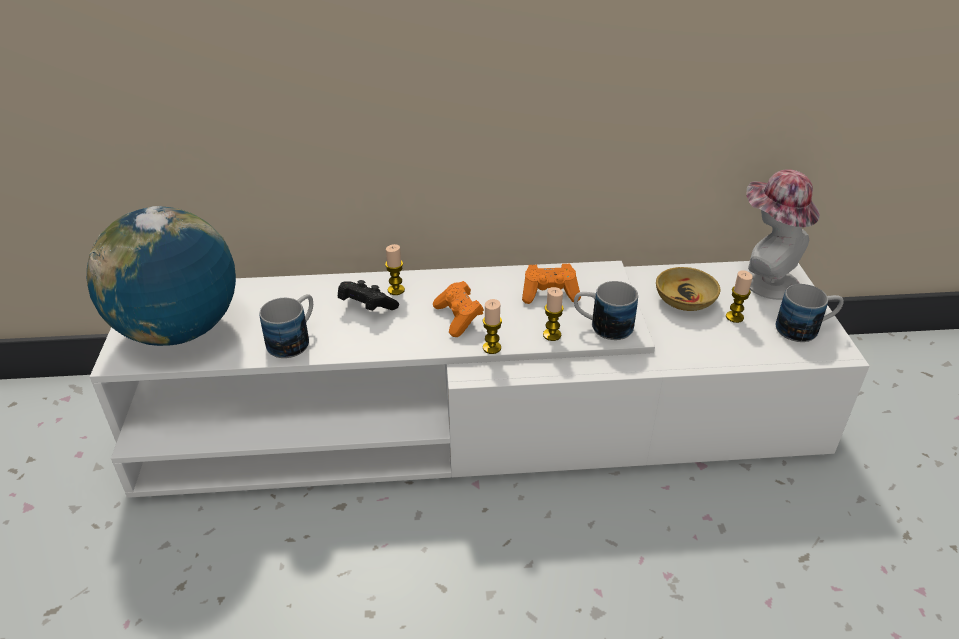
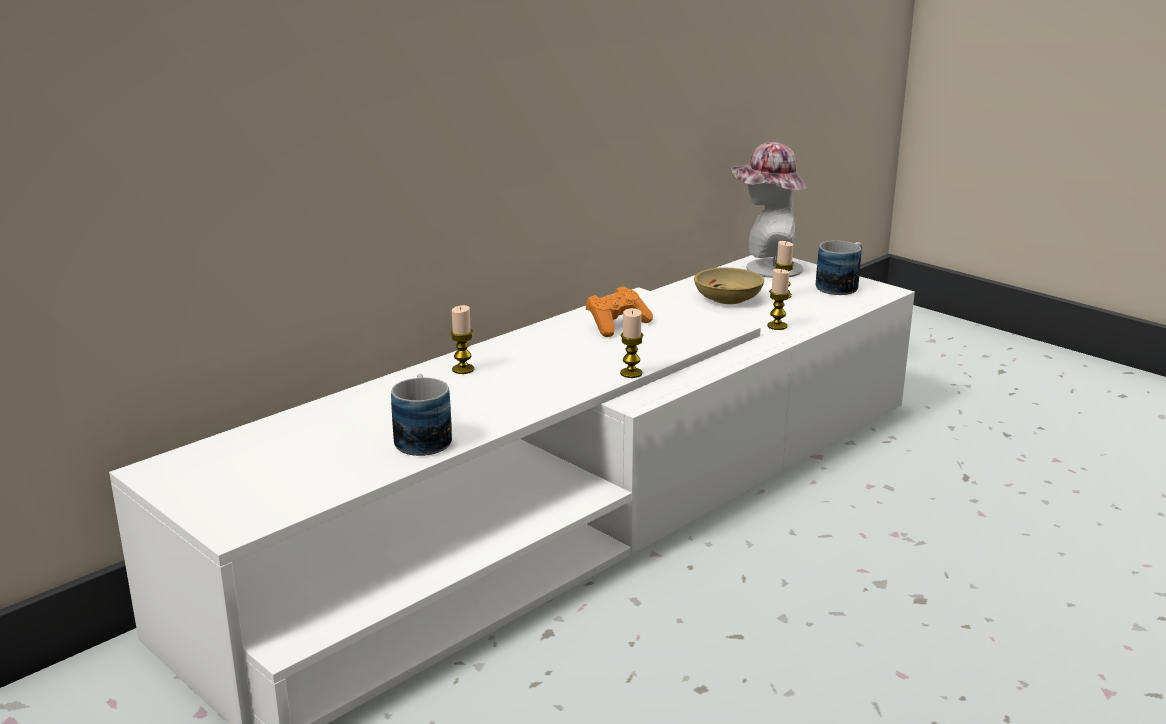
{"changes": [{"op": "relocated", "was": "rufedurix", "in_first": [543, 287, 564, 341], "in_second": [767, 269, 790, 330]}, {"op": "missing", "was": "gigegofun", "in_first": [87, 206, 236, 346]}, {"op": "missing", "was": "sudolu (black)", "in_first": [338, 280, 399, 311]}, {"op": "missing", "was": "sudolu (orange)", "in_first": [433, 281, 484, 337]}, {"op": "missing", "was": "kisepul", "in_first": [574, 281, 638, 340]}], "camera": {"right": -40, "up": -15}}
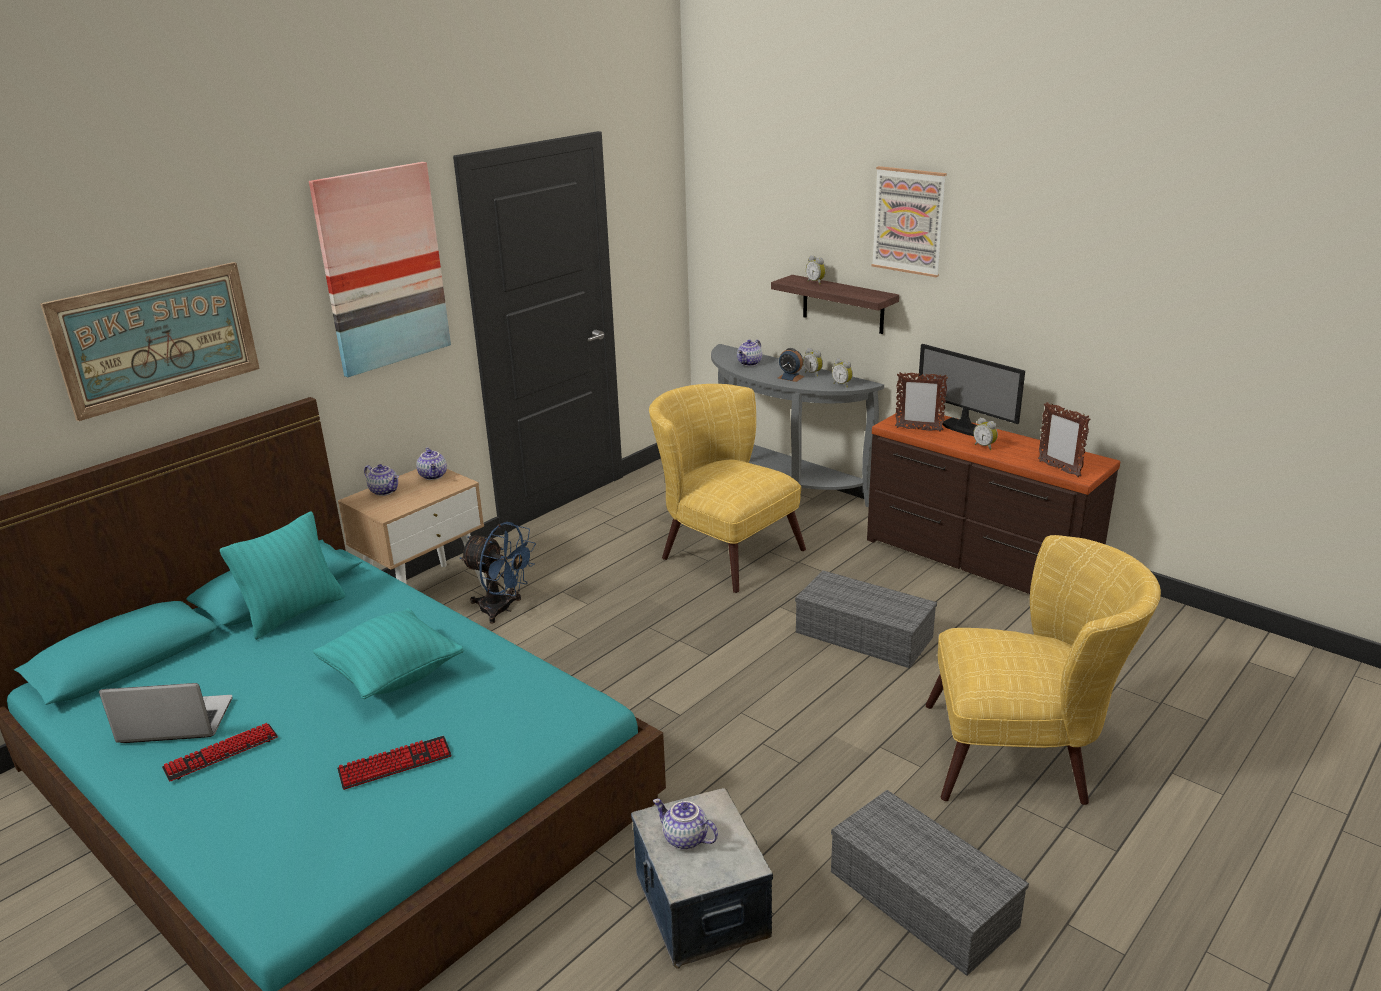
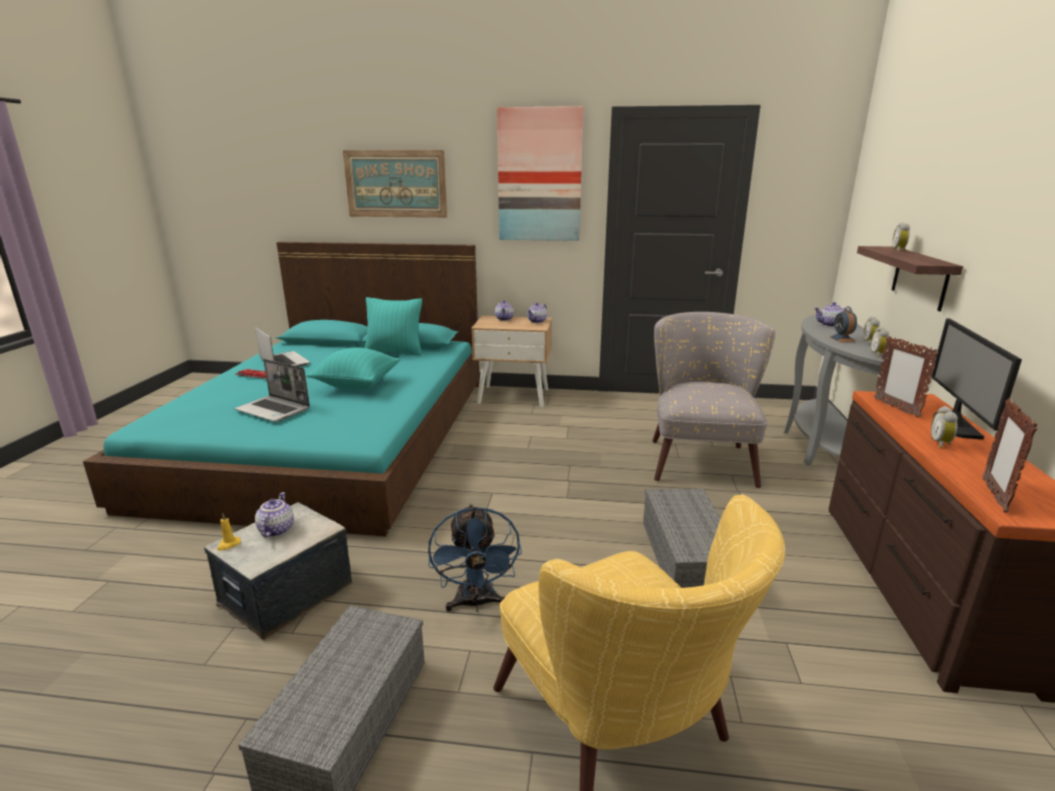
{"changes": [{"op": "appeared", "now": "rufedurix (yellow)", "in_second": [217, 514, 241, 550]}, {"op": "exchanged", "was": "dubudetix", "now": "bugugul", "in_first": [337, 736, 451, 790], "in_second": [234, 359, 310, 421]}, {"op": "relocated", "was": "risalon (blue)", "in_first": [460, 522, 536, 624], "in_second": [428, 504, 522, 612]}, {"op": "colour", "was": "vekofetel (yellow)", "now": "vekofetel (grey)", "in_first": [649, 384, 806, 593], "in_second": [652, 312, 775, 488]}, {"op": "missing", "was": "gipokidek", "in_first": [871, 166, 947, 277]}], "camera": {"right": 55, "up": -5}}
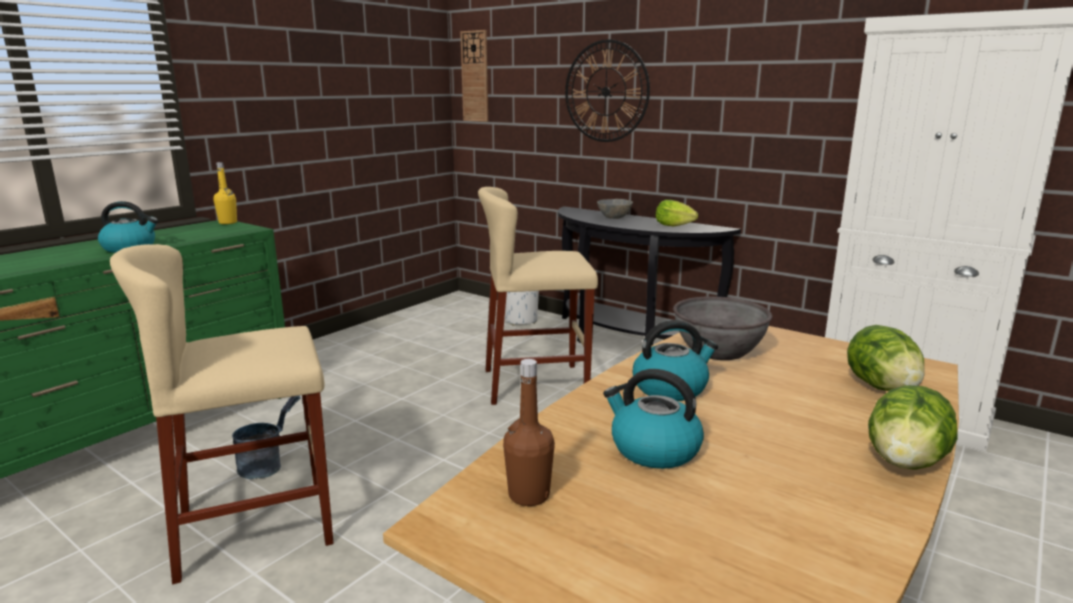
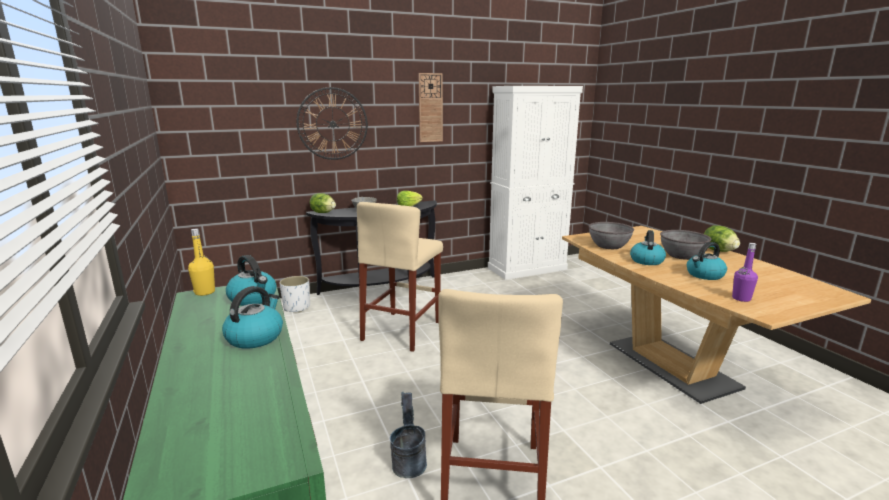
{"changes": [{"op": "appeared", "now": "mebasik", "in_second": [226, 255, 277, 306]}, {"op": "relocated", "was": "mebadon", "in_first": [847, 325, 925, 391], "in_second": [309, 193, 336, 213]}, {"op": "relocated", "was": "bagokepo", "in_first": [460, 30, 488, 122], "in_second": [419, 73, 443, 142]}, {"op": "appeared", "now": "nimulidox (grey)", "in_second": [660, 230, 711, 260]}, {"op": "colour", "was": "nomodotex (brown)", "now": "nomodotex (purple)", "in_first": [503, 359, 555, 506], "in_second": [732, 243, 758, 302]}], "camera": {"right": -60, "up": 0}}
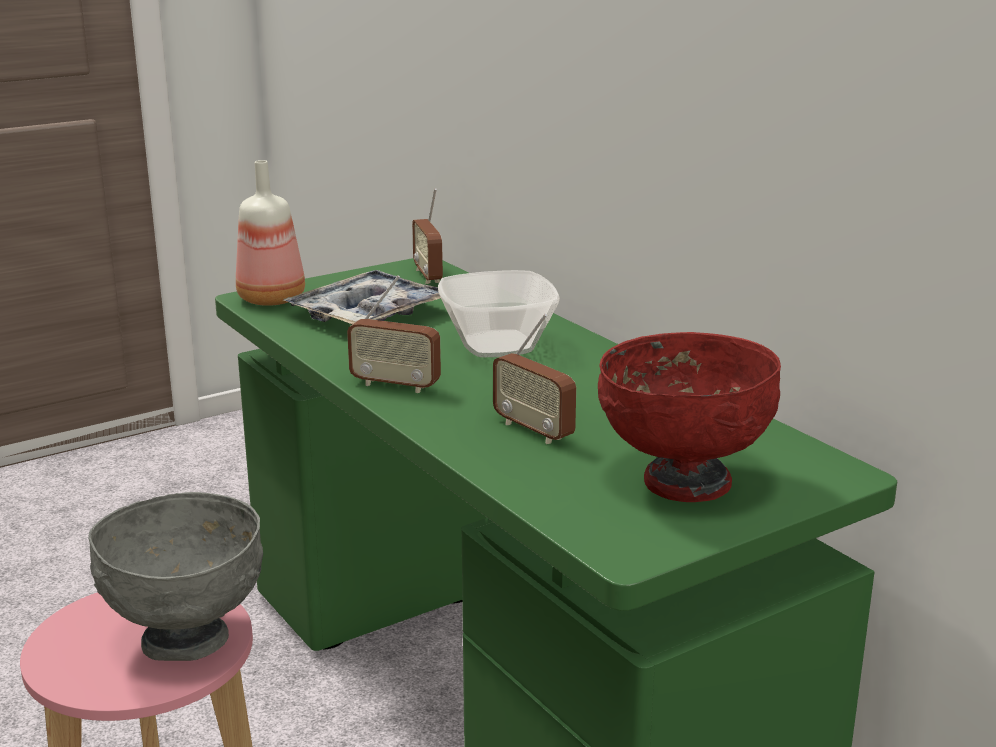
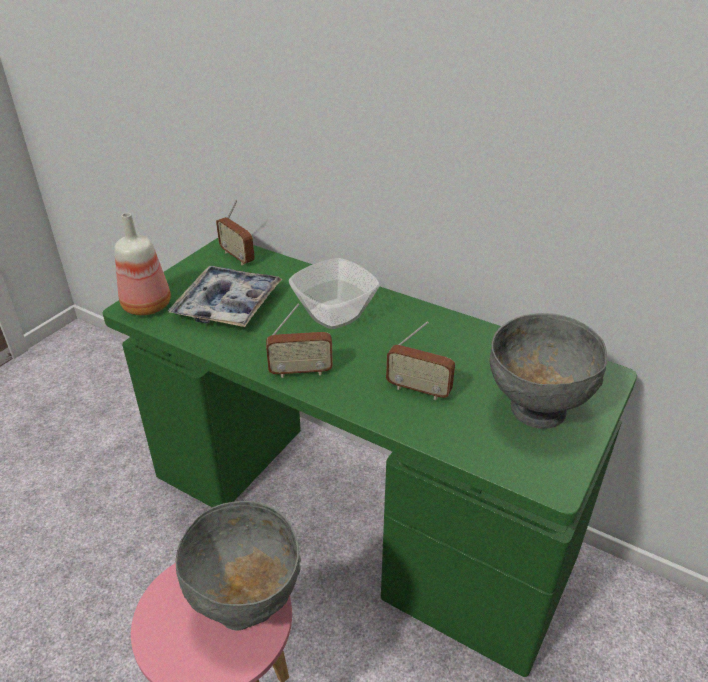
{"changes": [{"op": "colour", "was": "nimulidox (red)", "now": "nimulidox (grey)", "in_first": [598, 332, 781, 502], "in_second": [490, 313, 607, 429]}], "camera": {"right": -25, "up": 15}}
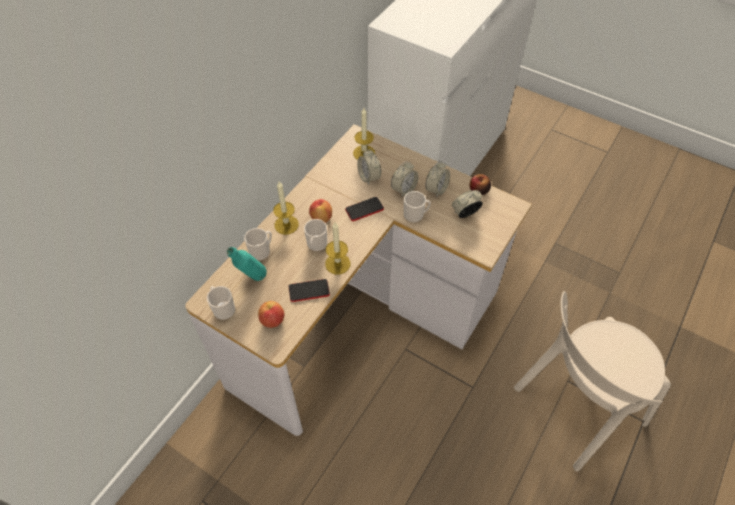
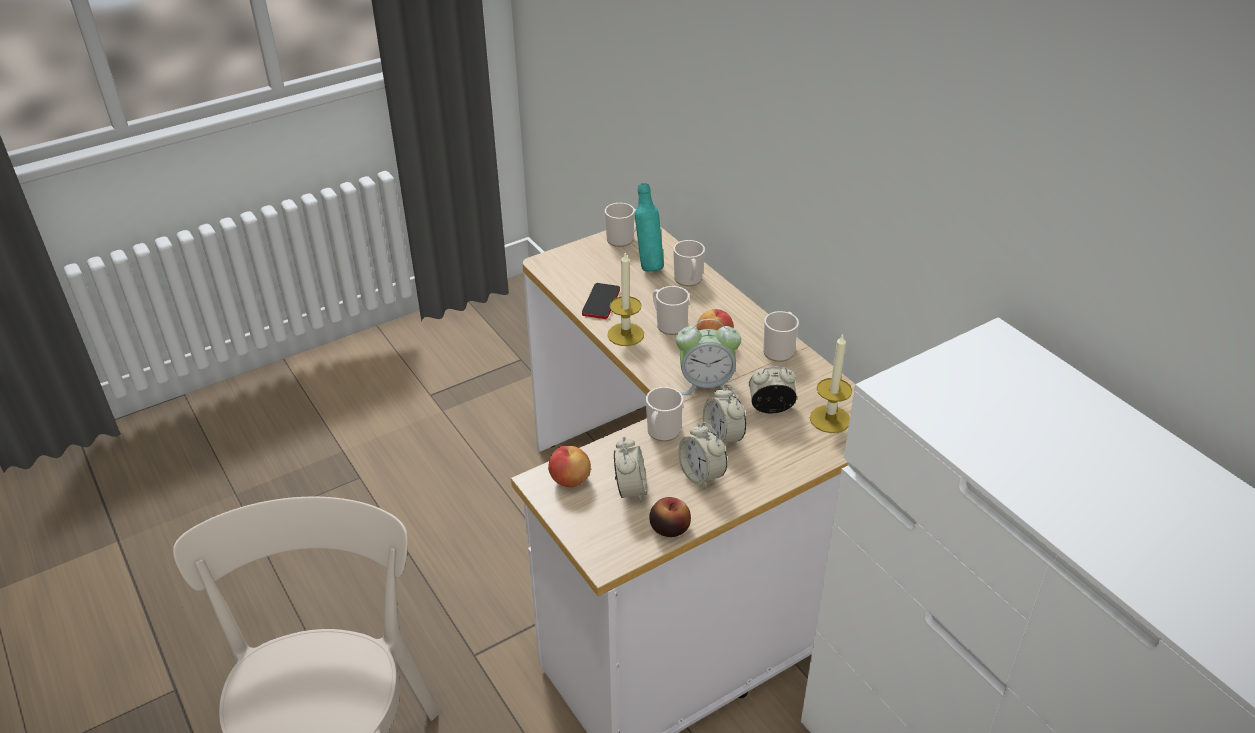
{"changes": [{"op": "relocated", "was": "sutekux", "in_first": [258, 301, 284, 328], "in_second": [548, 446, 591, 487]}, {"op": "exchanged", "was": "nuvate", "now": "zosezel", "in_first": [345, 197, 384, 221], "in_second": [676, 319, 741, 395]}, {"op": "appeared", "now": "kisepul", "in_second": [763, 311, 799, 362]}, {"op": "missing", "was": "rufedurix", "in_first": [273, 182, 299, 235]}], "camera": {"right": 115, "up": -15}}
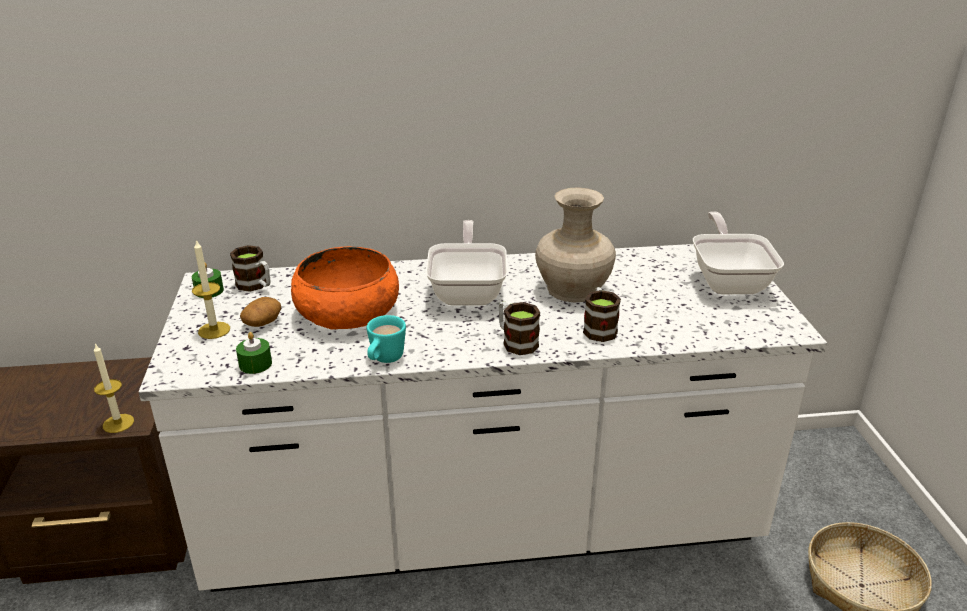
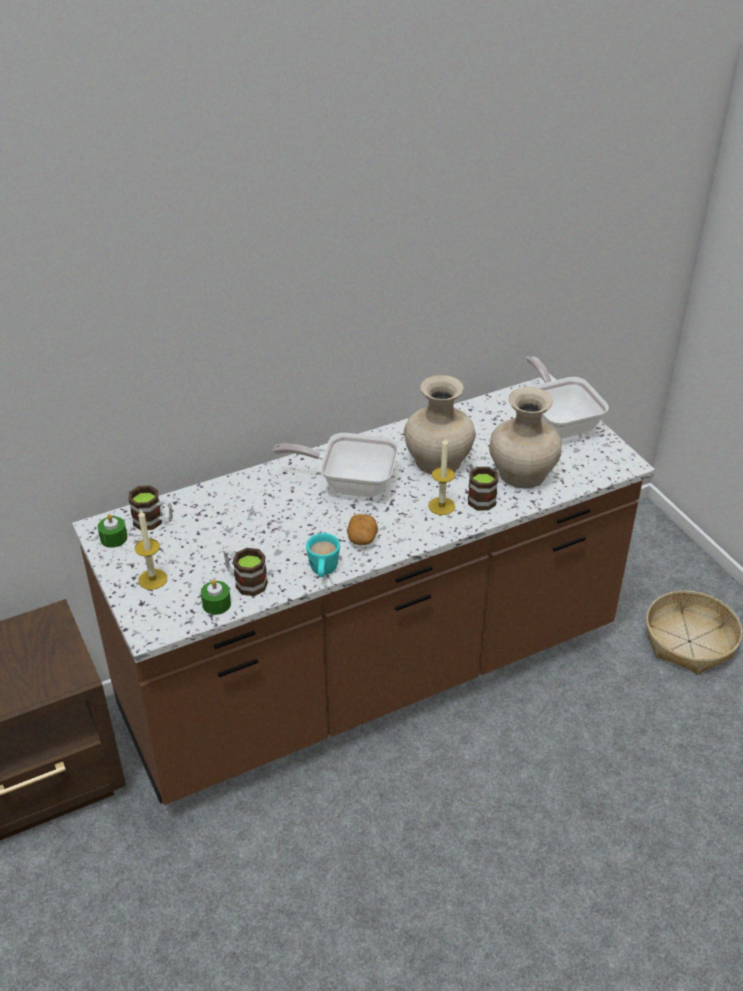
{"changes": [{"op": "colour", "was": "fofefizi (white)", "now": "fofefizi (brown)", "in_first": [139, 244, 827, 592], "in_second": [72, 374, 655, 805]}, {"op": "relocated", "was": "kisepul", "in_first": [499, 302, 540, 355], "in_second": [224, 548, 268, 596]}, {"op": "spun", "was": "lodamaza", "in_first": [426, 220, 508, 305], "in_second": [273, 433, 399, 497], "clockwise": -60}, {"op": "relocated", "was": "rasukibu", "in_first": [240, 297, 281, 327], "in_second": [347, 514, 378, 545]}, {"op": "relocated", "was": "rufedurix", "in_first": [94, 343, 134, 433], "in_second": [429, 437, 455, 515]}, {"op": "appeared", "now": "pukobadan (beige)", "in_second": [489, 387, 562, 489]}, {"op": "missing", "was": "nimulidox (orange)", "in_first": [291, 246, 399, 330]}], "camera": {"right": -20, "up": 10}}
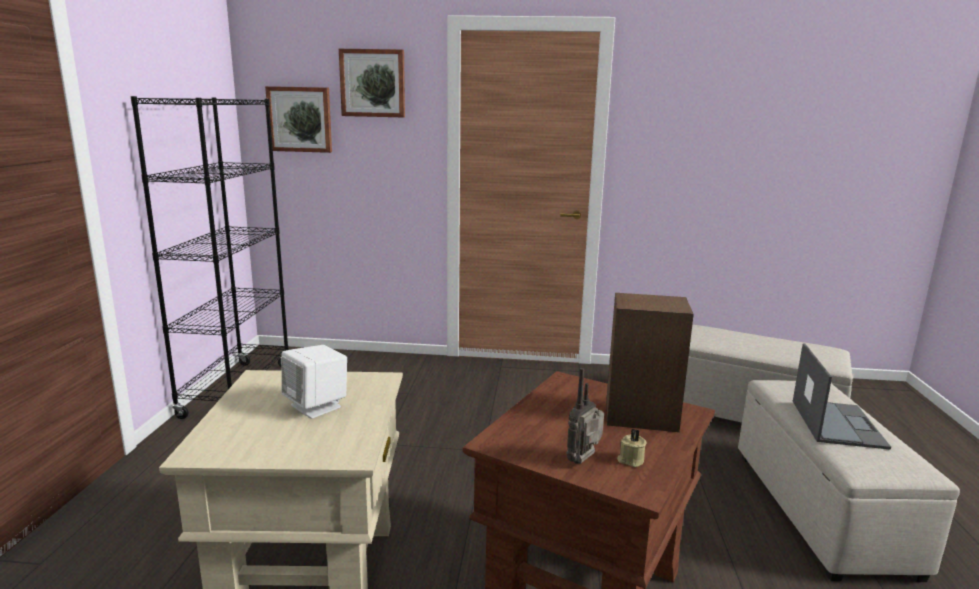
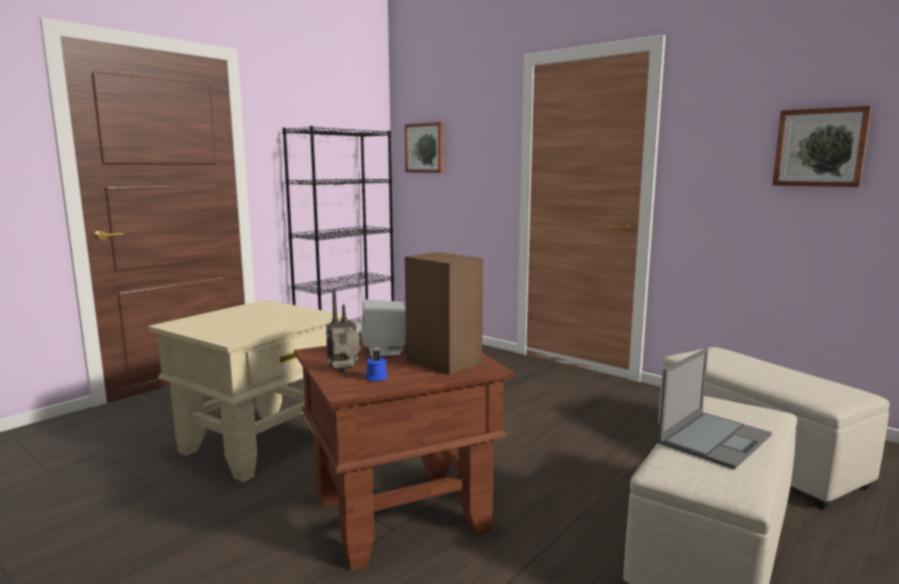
{"changes": [{"op": "relocated", "was": "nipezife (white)", "in_first": [281, 345, 347, 419], "in_second": [361, 300, 406, 357]}, {"op": "colour", "was": "rufedurix (beige)", "now": "rufedurix (blue)", "in_first": [617, 428, 646, 467], "in_second": [365, 350, 388, 381]}, {"op": "relocated", "was": "gipokidek", "in_first": [339, 49, 405, 118], "in_second": [772, 106, 872, 187]}], "camera": {"right": 35, "up": -5}}
